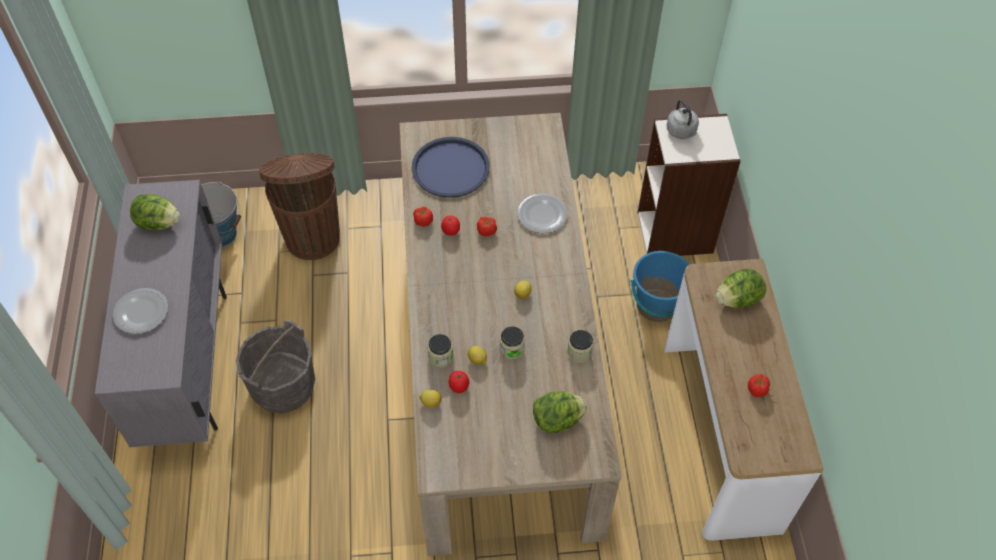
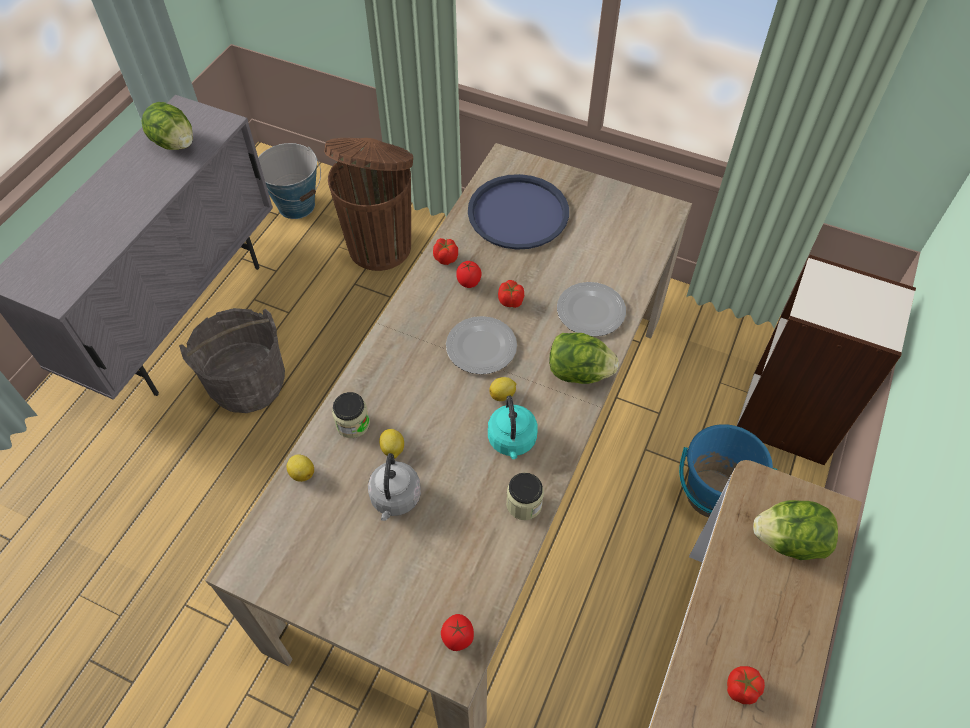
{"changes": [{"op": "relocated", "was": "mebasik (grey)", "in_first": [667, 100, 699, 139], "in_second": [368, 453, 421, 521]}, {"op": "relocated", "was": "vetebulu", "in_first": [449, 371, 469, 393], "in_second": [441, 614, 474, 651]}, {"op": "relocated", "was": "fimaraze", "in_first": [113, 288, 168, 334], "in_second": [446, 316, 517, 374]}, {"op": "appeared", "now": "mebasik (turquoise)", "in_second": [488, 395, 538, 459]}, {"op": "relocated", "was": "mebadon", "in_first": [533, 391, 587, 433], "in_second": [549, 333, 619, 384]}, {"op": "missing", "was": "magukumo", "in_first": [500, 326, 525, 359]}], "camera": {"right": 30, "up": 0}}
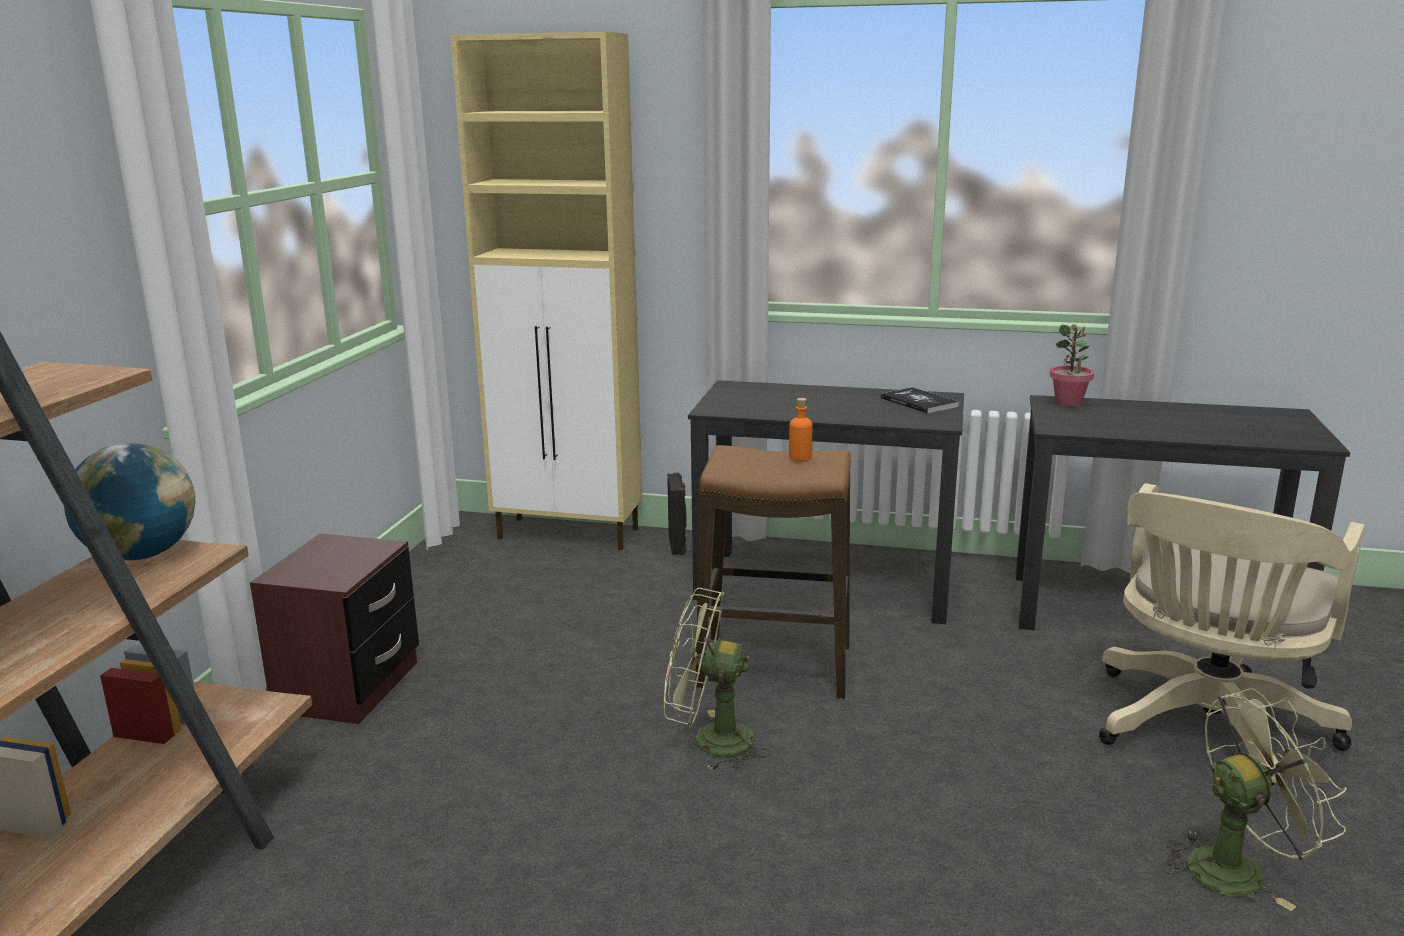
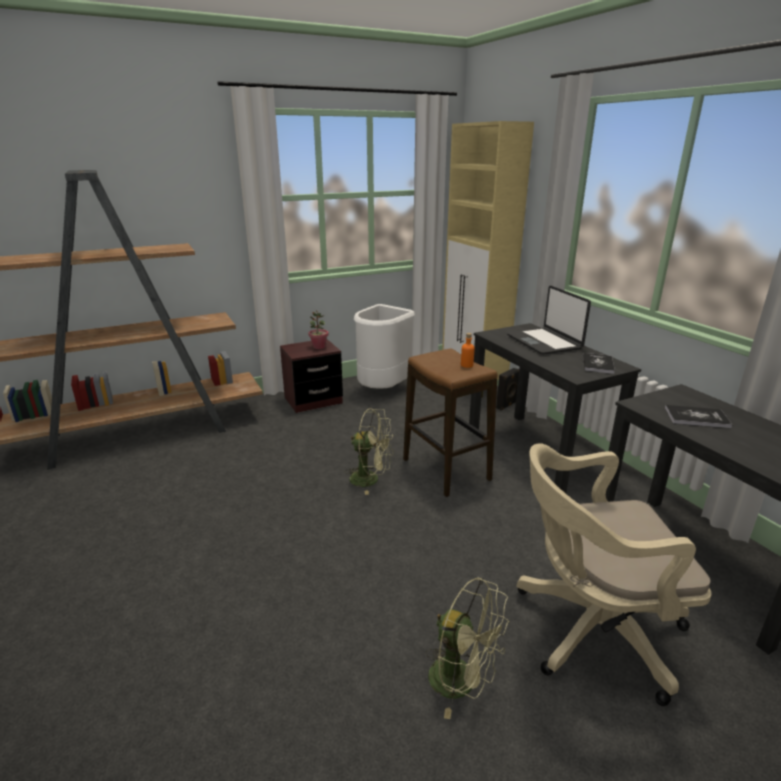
{"changes": [{"op": "relocated", "was": "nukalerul", "in_first": [1050, 324, 1094, 407], "in_second": [308, 310, 329, 349]}, {"op": "spun", "was": "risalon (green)", "in_first": [664, 588, 771, 770], "in_second": [344, 409, 393, 495], "clockwise": 135}, {"op": "appeared", "now": "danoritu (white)", "in_second": [354, 304, 415, 388]}, {"op": "appeared", "now": "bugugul", "in_second": [507, 286, 591, 355]}, {"op": "appeared", "now": "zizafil", "in_second": [665, 405, 732, 428]}, {"op": "missing", "was": "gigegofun", "in_first": [64, 443, 196, 561]}], "camera": {"right": 50, "up": 5}}
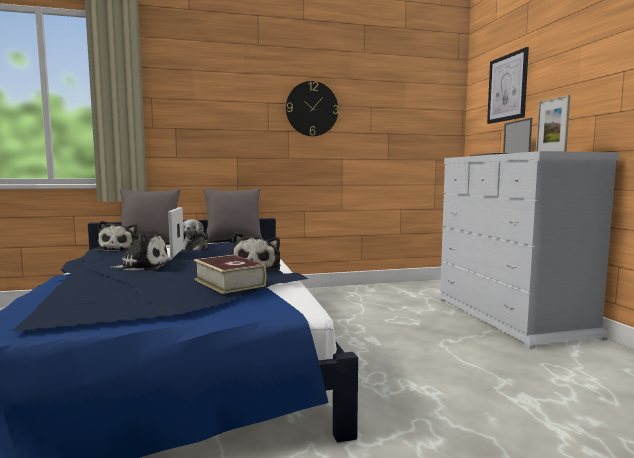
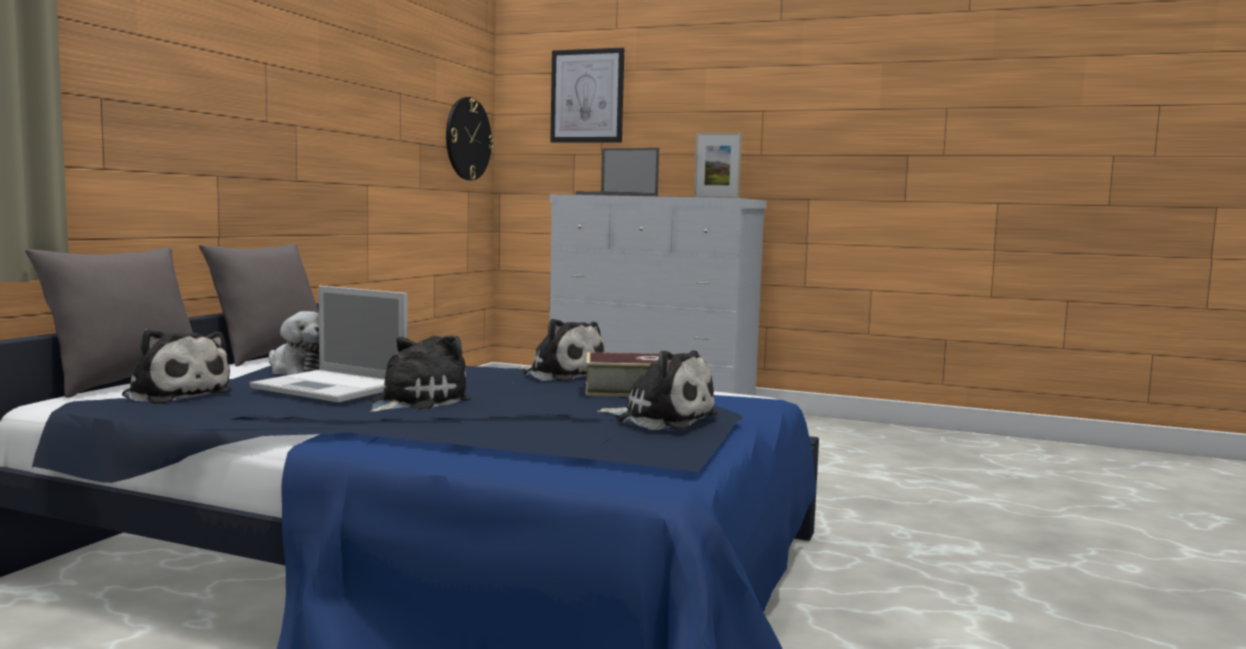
{"changes": [{"op": "relocated", "was": "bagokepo", "in_first": [286, 81, 338, 136], "in_second": [446, 97, 494, 180]}, {"op": "appeared", "now": "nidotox", "in_second": [597, 350, 717, 430]}], "camera": {"right": -55, "up": 0}}
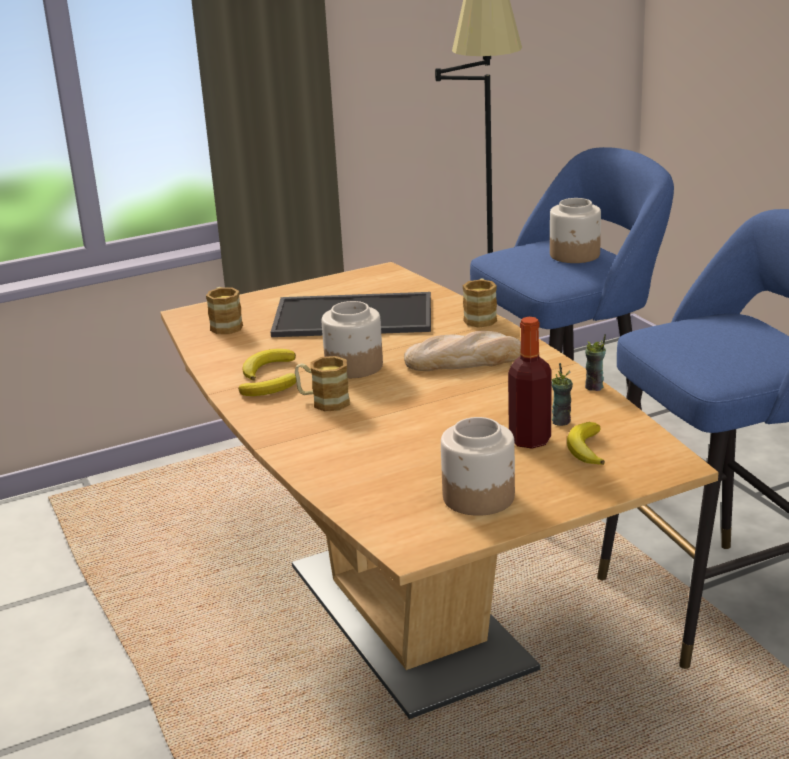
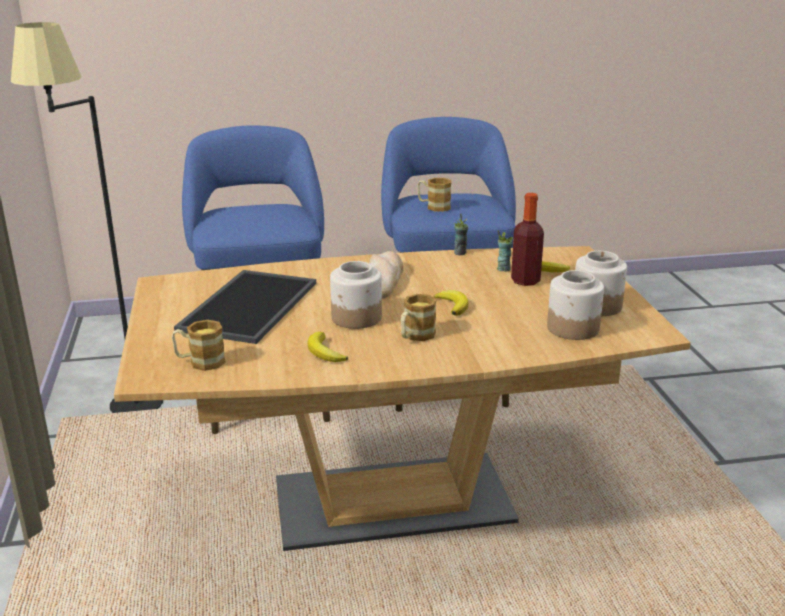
{"changes": [{"op": "relocated", "was": "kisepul", "in_first": [462, 278, 497, 328], "in_second": [417, 178, 451, 212]}, {"op": "relocated", "was": "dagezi", "in_first": [238, 373, 296, 396], "in_second": [434, 290, 468, 316]}, {"op": "relocated", "was": "magukumo", "in_first": [550, 198, 601, 263], "in_second": [547, 270, 604, 340]}], "camera": {"right": -75, "up": 0}}
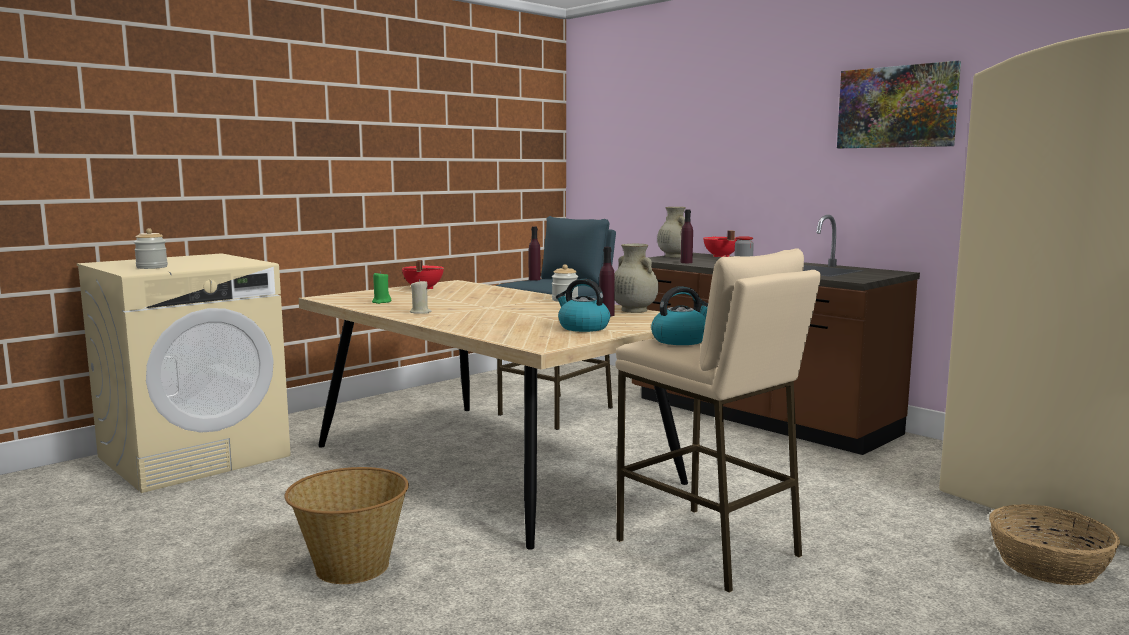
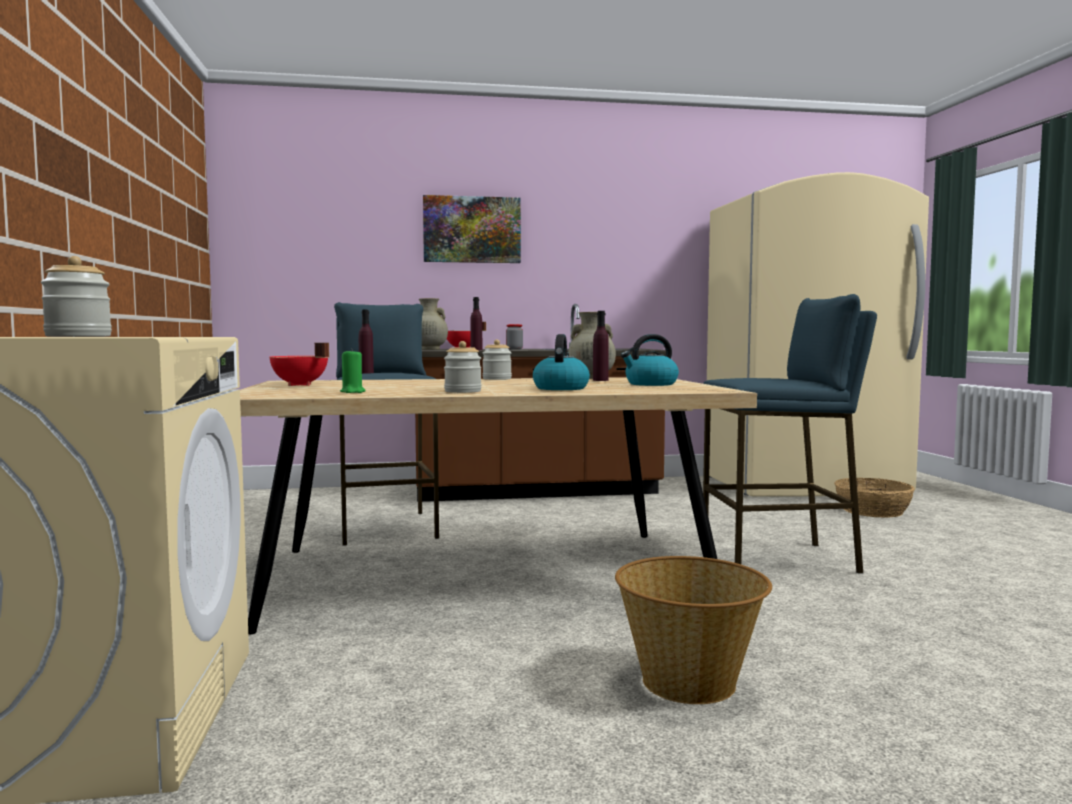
{"changes": [{"op": "relocated", "was": "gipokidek", "in_first": [837, 61, 961, 148], "in_second": [423, 195, 521, 263]}, {"op": "exchanged", "was": "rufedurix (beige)", "now": "magukumo", "in_first": [410, 279, 431, 314], "in_second": [444, 341, 482, 393]}, {"op": "relocated", "was": "mebasik", "in_first": [651, 286, 708, 345], "in_second": [533, 334, 590, 390]}, {"op": "colour", "was": "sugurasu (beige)", "now": "sugurasu (blue)", "in_first": [615, 248, 821, 593], "in_second": [703, 294, 877, 574]}], "camera": {"right": -55, "up": -5}}
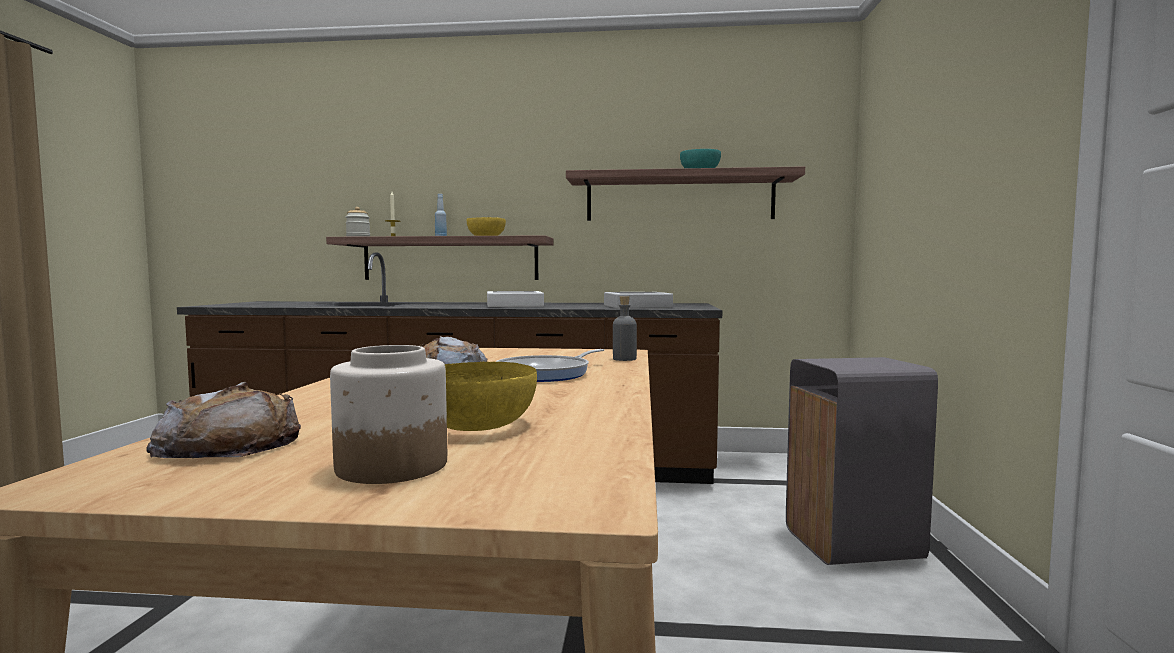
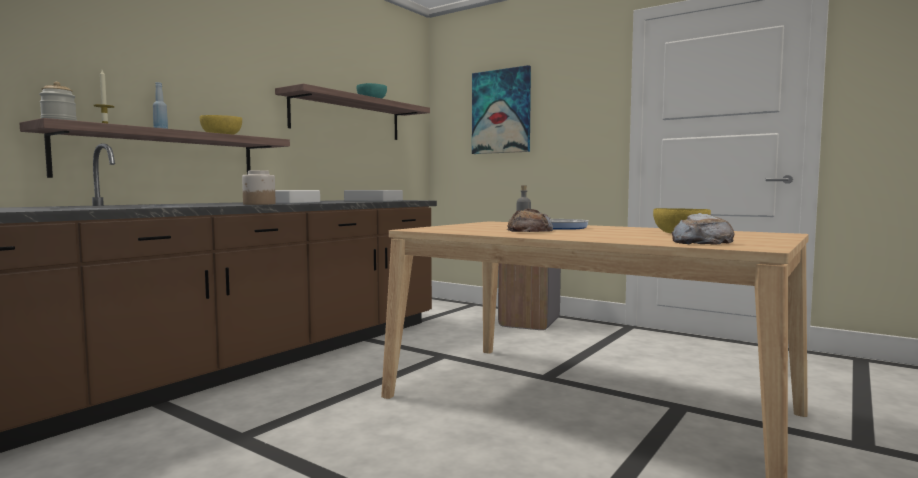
{"changes": [{"op": "relocated", "was": "magukumo", "in_first": [330, 345, 447, 484], "in_second": [242, 170, 276, 205]}, {"op": "appeared", "now": "gipokidek", "in_second": [472, 65, 531, 154]}], "camera": {"right": -60, "up": 0}}
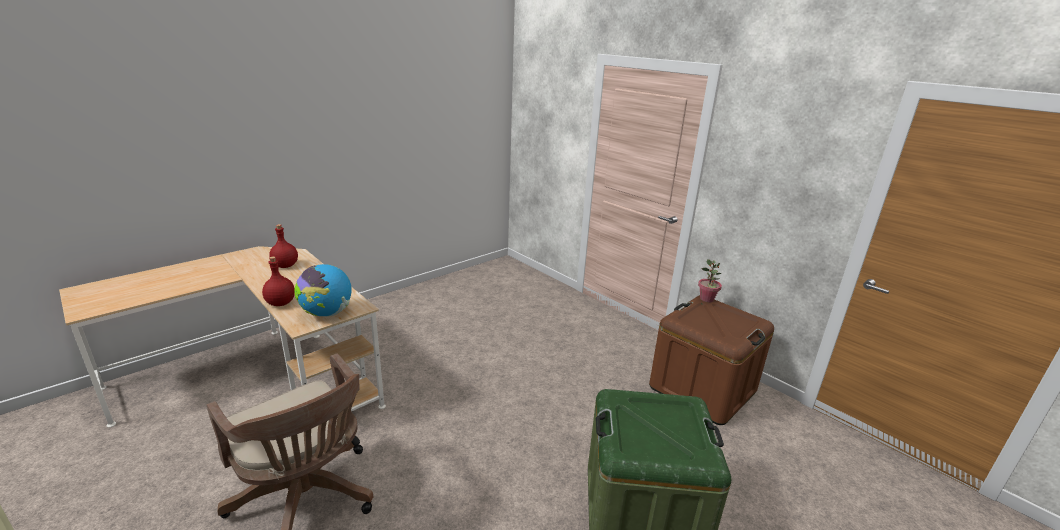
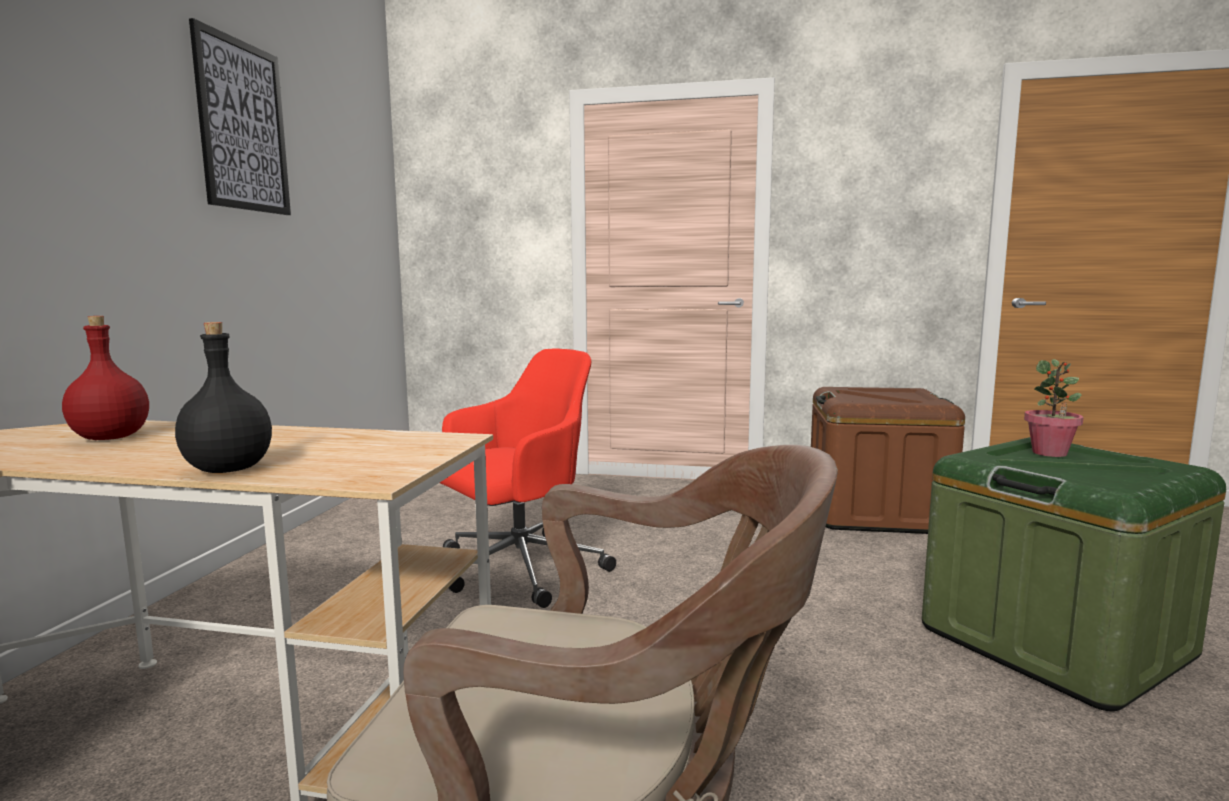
{"changes": [{"op": "colour", "was": "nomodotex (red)", "now": "nomodotex (black)", "in_first": [262, 257, 295, 306], "in_second": [175, 322, 272, 473]}, {"op": "appeared", "now": "gipokidek", "in_second": [189, 18, 291, 215]}, {"op": "appeared", "now": "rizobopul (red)", "in_second": [440, 349, 616, 608]}, {"op": "relocated", "was": "nukalerul", "in_first": [698, 259, 722, 302], "in_second": [1024, 359, 1083, 457]}, {"op": "missing", "was": "gigegofun", "in_first": [294, 264, 352, 317]}], "camera": {"right": -35, "up": -15}}
